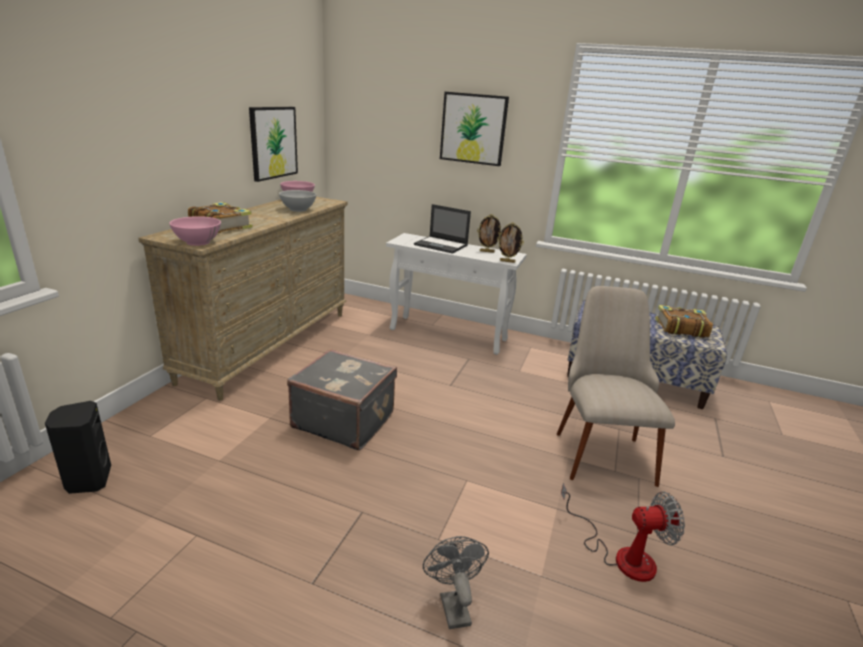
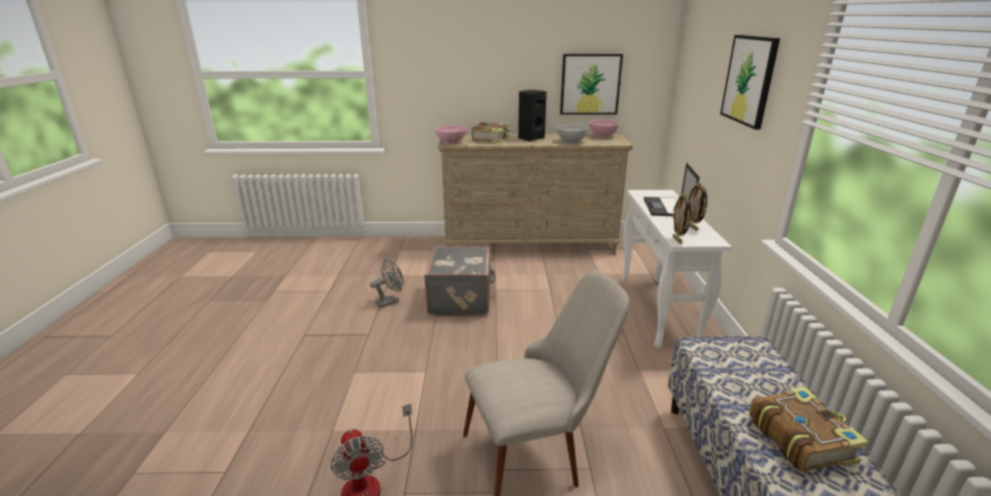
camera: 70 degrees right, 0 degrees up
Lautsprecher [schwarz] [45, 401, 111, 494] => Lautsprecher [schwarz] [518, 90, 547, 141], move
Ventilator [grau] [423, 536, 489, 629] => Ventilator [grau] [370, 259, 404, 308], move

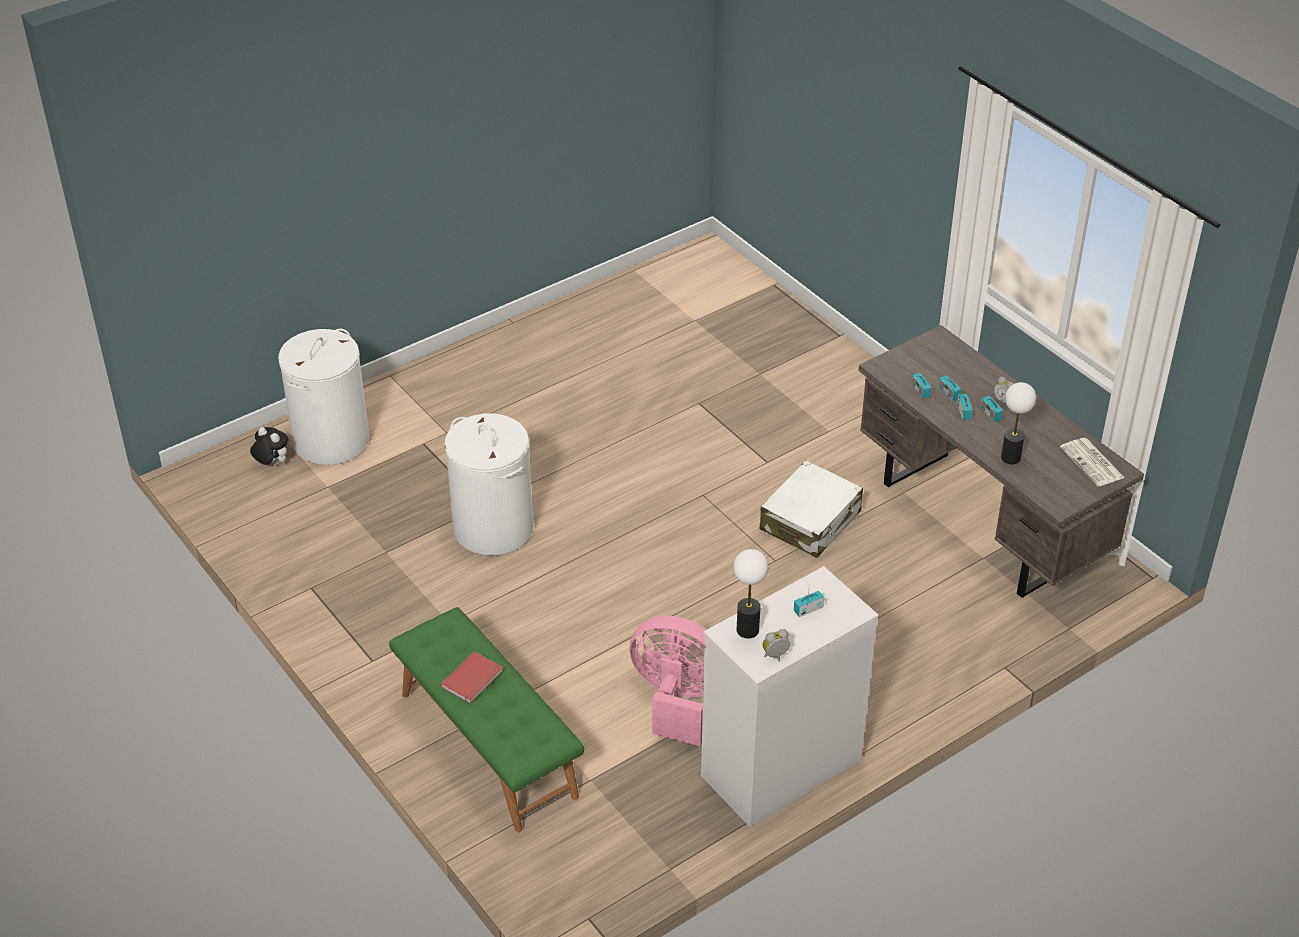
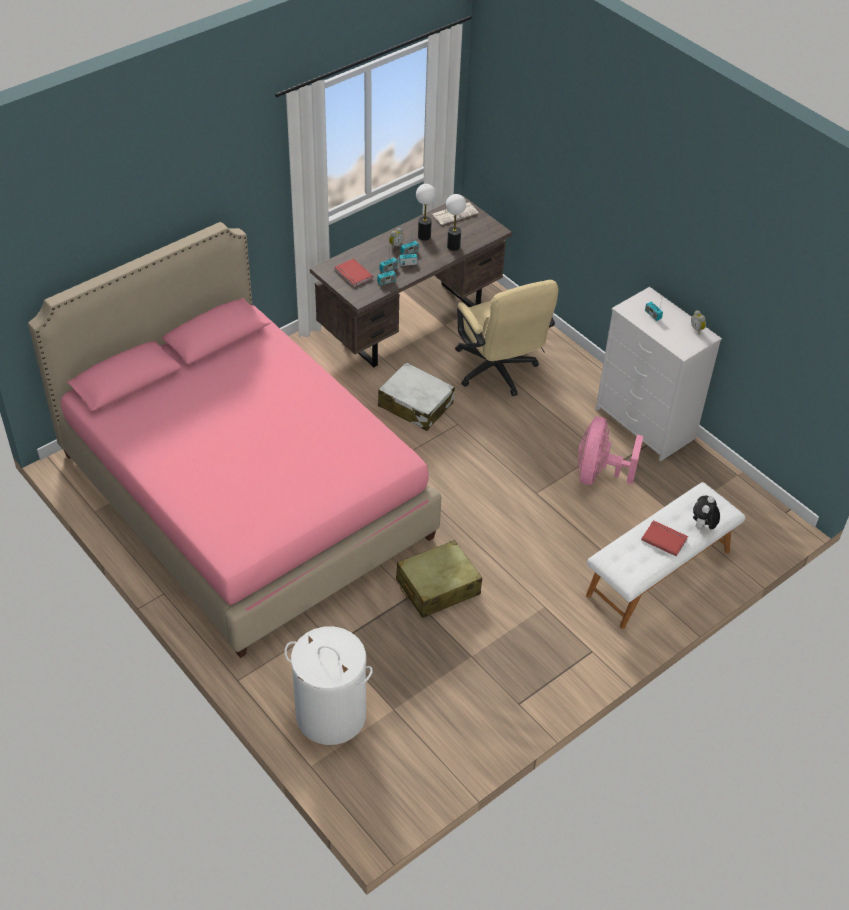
camera: 95 degrees left, 5 degrees up
Plüschtier [250, 427, 288, 466] => Plüschtier [693, 496, 720, 530], move
Bank [grün] [389, 607, 584, 832] => Bank [weiß] [586, 482, 745, 629]
Wäschekorb [weiß] [444, 414, 533, 555] => Koffer [beige] [396, 540, 482, 618]
Tischlampe [733, 549, 769, 639] => Tischlampe [416, 184, 436, 241], move
nothing => Bett [rosa] [28, 222, 441, 658]
nothing => Buch [rot] [334, 258, 373, 287]
nothing => Bürostuhl [beige] [455, 280, 558, 396]

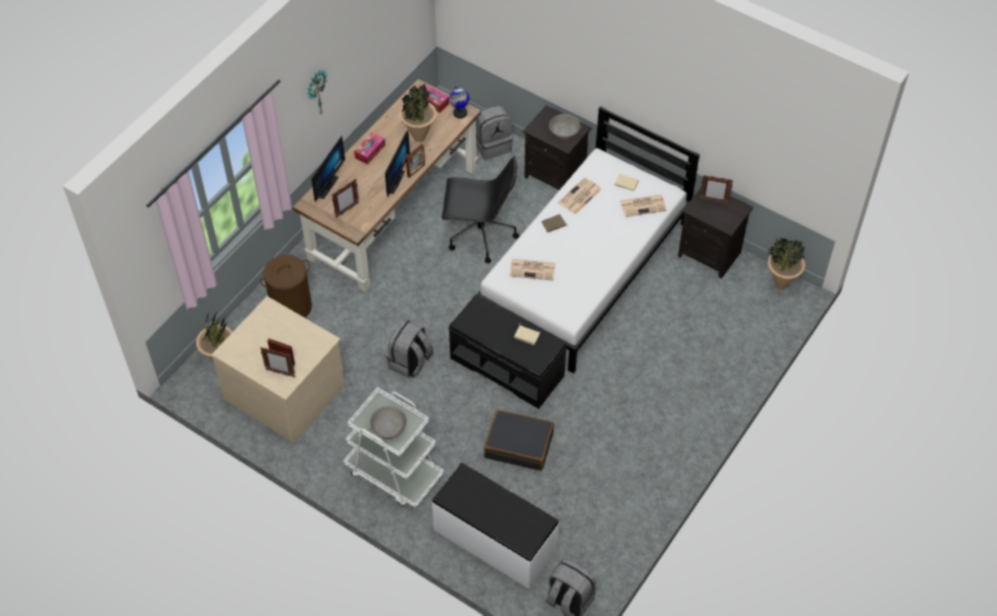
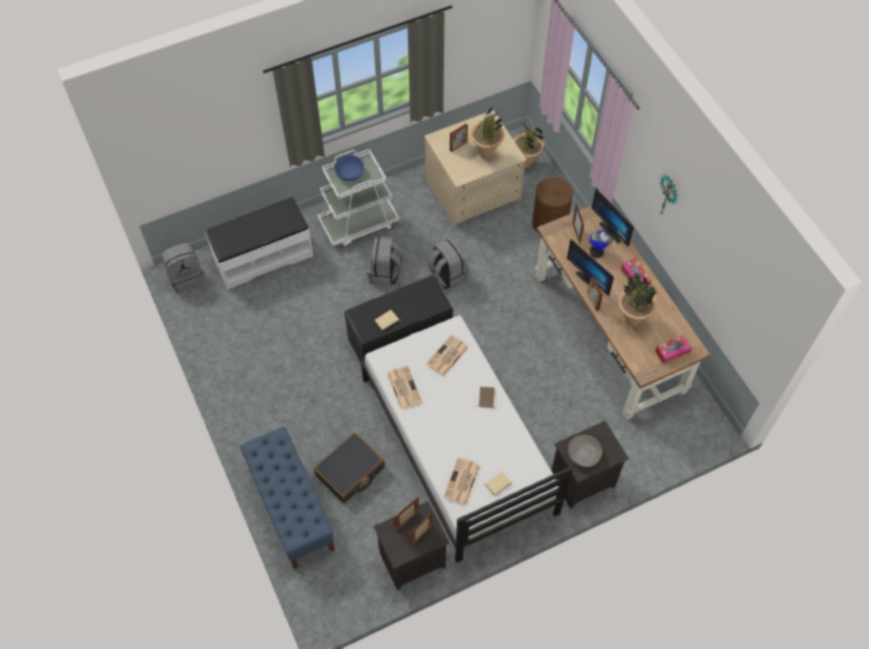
camera: 120 degrees right, 5 degrees up
Bilderrahmen [260, 348, 295, 377] => Bilderrahmen [394, 496, 419, 532], move
Schüssel [grau] [370, 406, 407, 439] => Schüssel [blau] [334, 155, 364, 181]
Bürostuhl [schwarz] [442, 157, 519, 263] => nothing
Globus [450, 86, 469, 118] => Globus [590, 230, 613, 258], move
Rucksack [grau] [476, 106, 513, 160] => Rucksack [grau] [367, 237, 404, 286], move
Koffer [schwarz] [484, 410, 554, 471] => Koffer [schwarz] [314, 432, 385, 503], move
Zeitung [558, 177, 602, 215] => Zeitung [387, 366, 422, 409], move
Topfpflanze [768, 238, 805, 289] => Topfpflanze [470, 106, 505, 159], move
nothing => Bank [blau] [240, 427, 335, 569]

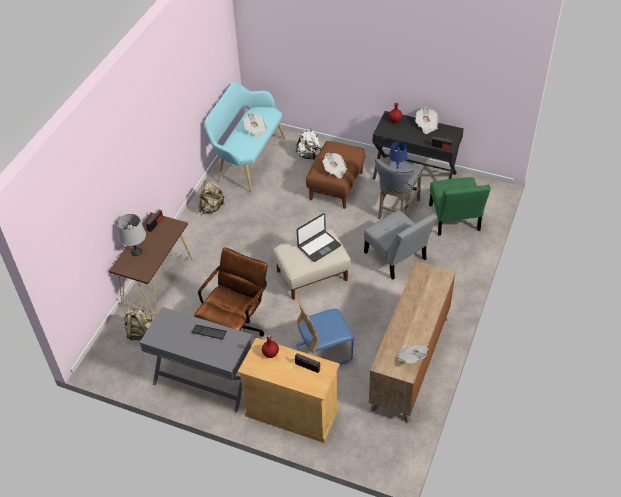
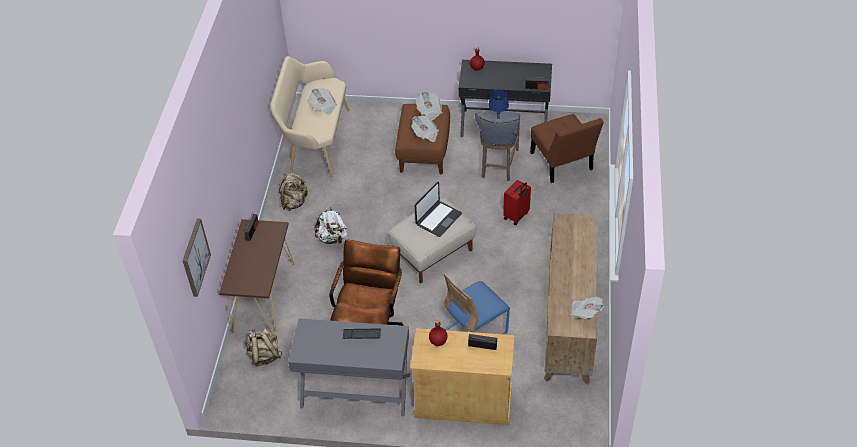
camera: 15 degrees left, 0 degrees up
Tischlampe [grau] [117, 214, 146, 256] => nothing
Bank [türkis] [205, 82, 286, 193] => Bank [beige] [270, 56, 349, 178]
Rucksack [weiß] [296, 128, 322, 160] => Rucksack [weiß] [314, 206, 348, 244], move
Stuhl [grau] [364, 211, 437, 280] => Koffer [rot] [503, 180, 531, 225]
Zeitung [415, 107, 438, 134] => Zeitung [416, 91, 442, 120], move
Stuhl [grün] [429, 177, 491, 236] => Stuhl [braun] [530, 114, 604, 183]
nothing => Bild [183, 219, 211, 297]

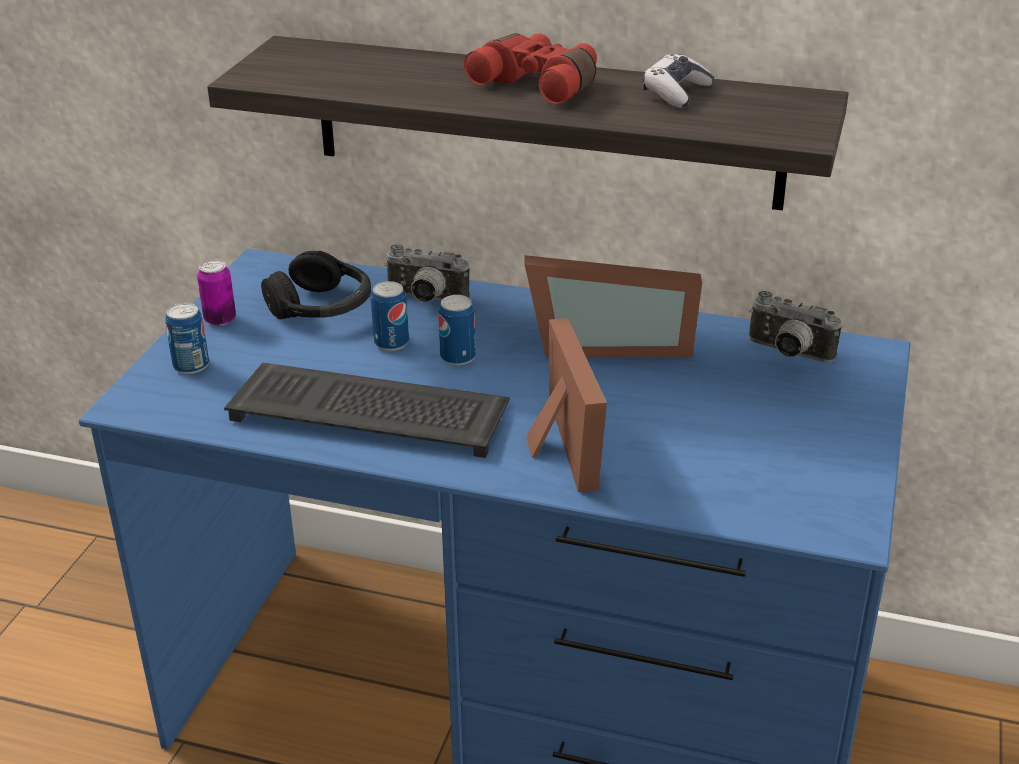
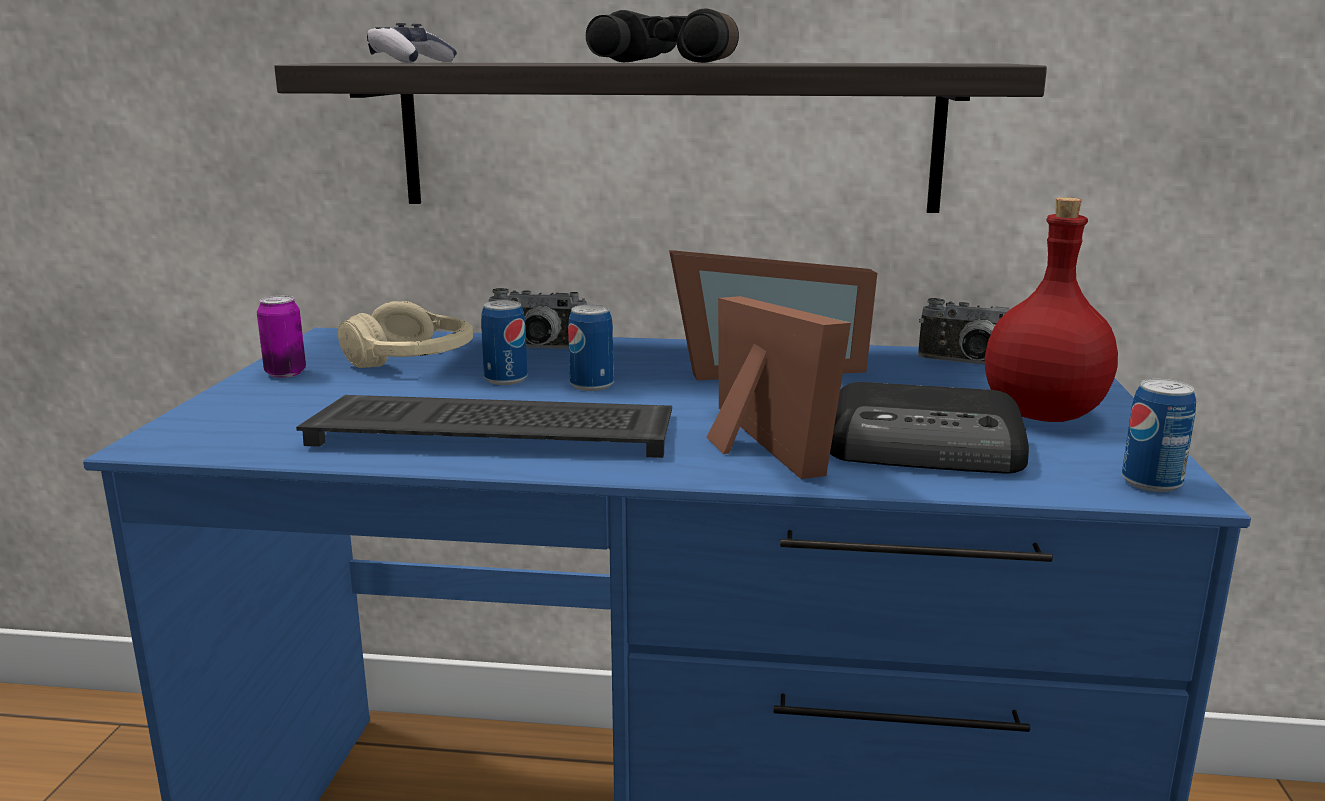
camera: 10 degrees left, 15 degrees down
Dose [165, 303, 209, 374] => Dose [1122, 379, 1196, 492], move
Kopfhörer [schwarz] [261, 251, 371, 320] => Kopfhörer [beige] [338, 301, 473, 368]
Fernglas [rot] [464, 33, 597, 104] => Fernglas [schwarz] [586, 8, 739, 63]
Gamepad [643, 54, 715, 108] => Gamepad [367, 23, 457, 63], move
nothing => Radio [830, 382, 1029, 473]
nothing => Flasche [rot] [985, 197, 1118, 422]

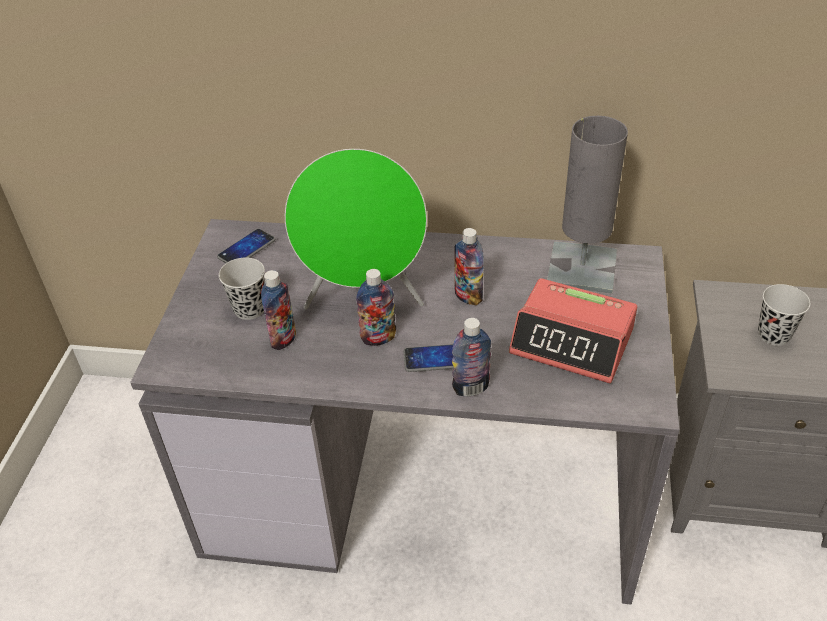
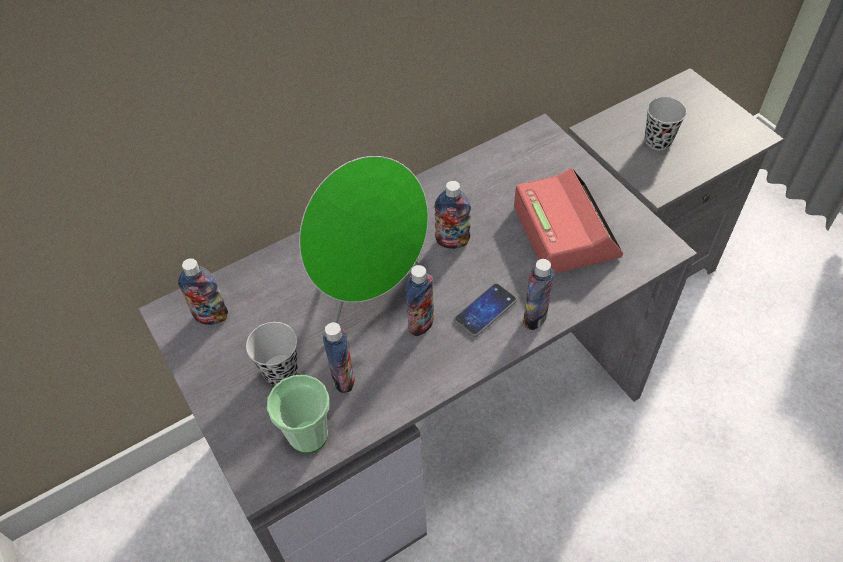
camera: 40 degrees left, 10 degrees up
Handy [217, 229, 275, 263] => Flasche [178, 258, 228, 325]
Wecker [509, 278, 637, 384] => Wecker [514, 167, 623, 274], 90 degrees counterclockwise
Tischlampe [grau] [547, 116, 628, 294] => nothing
nothing => Tasse [267, 375, 329, 453]

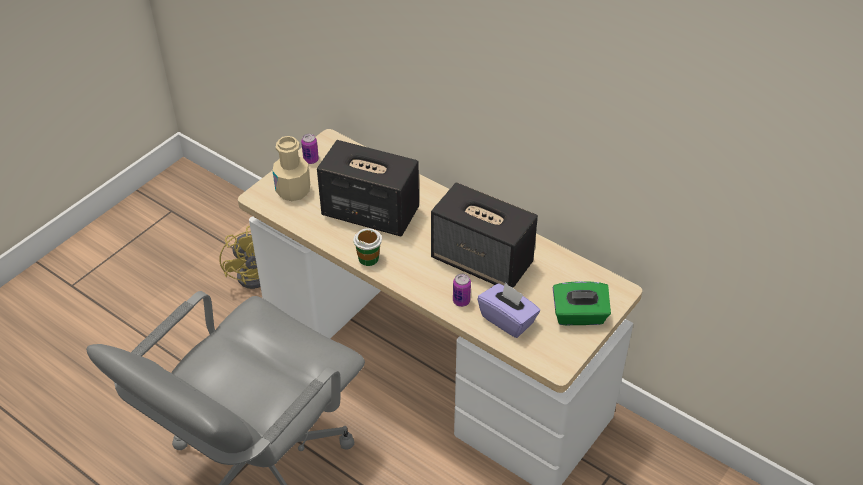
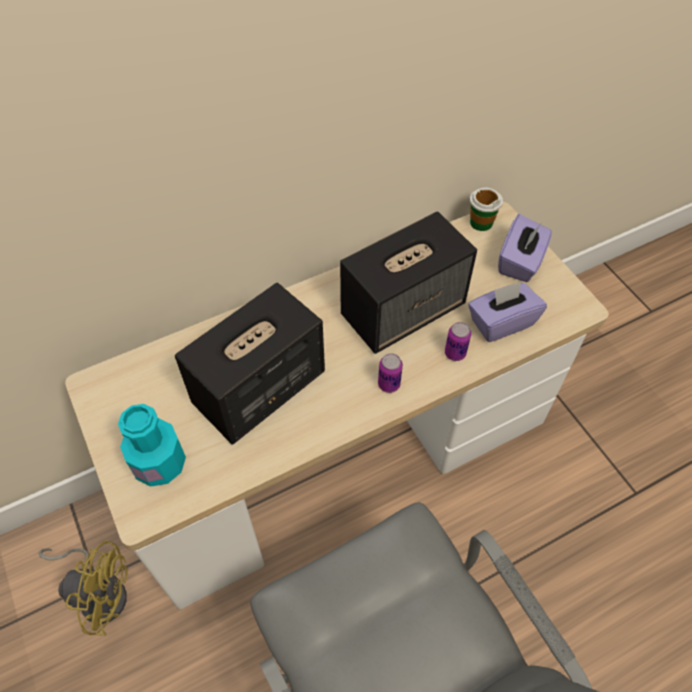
camera: 65 degrees left, 10 degrees up
Flasche [beige] [272, 136, 310, 201] => Flasche [türkis] [118, 404, 186, 486]
Dose [301, 134, 319, 164] => Dose [378, 353, 403, 393], move
Tasse [353, 228, 382, 266] => Tasse [470, 187, 503, 231], move
Taschentuchbox [grün] [553, 281, 611, 325] => Taschentuchbox [lila] [498, 214, 552, 282]

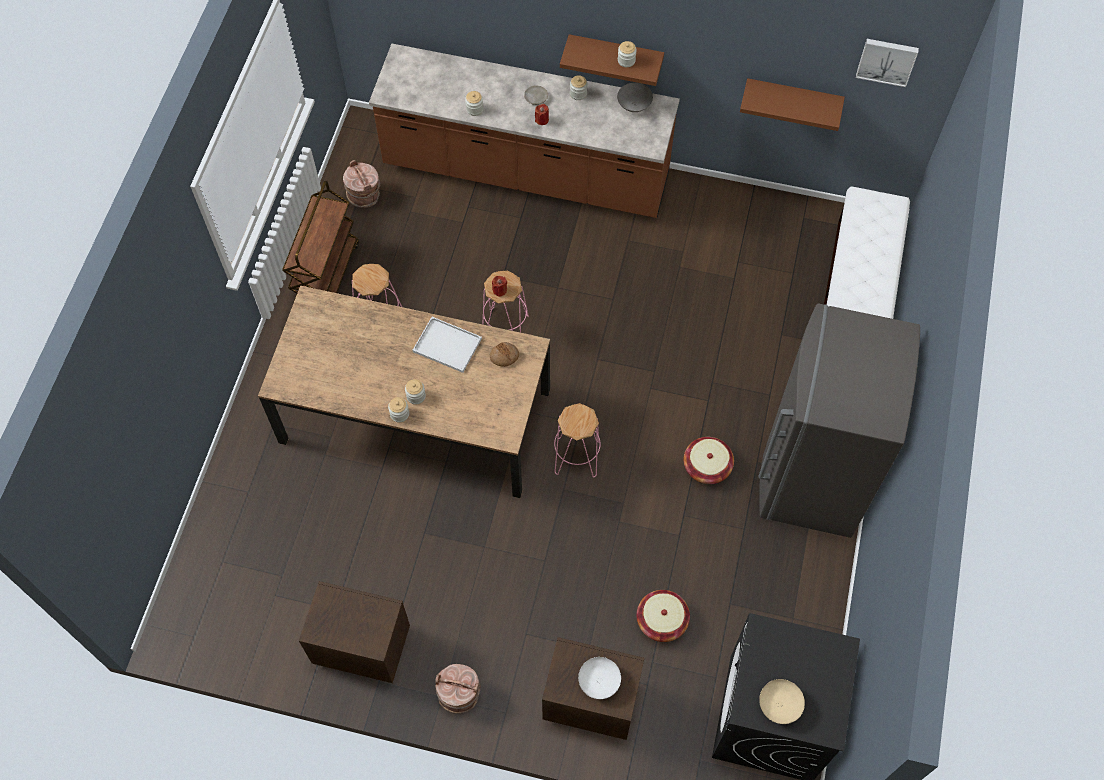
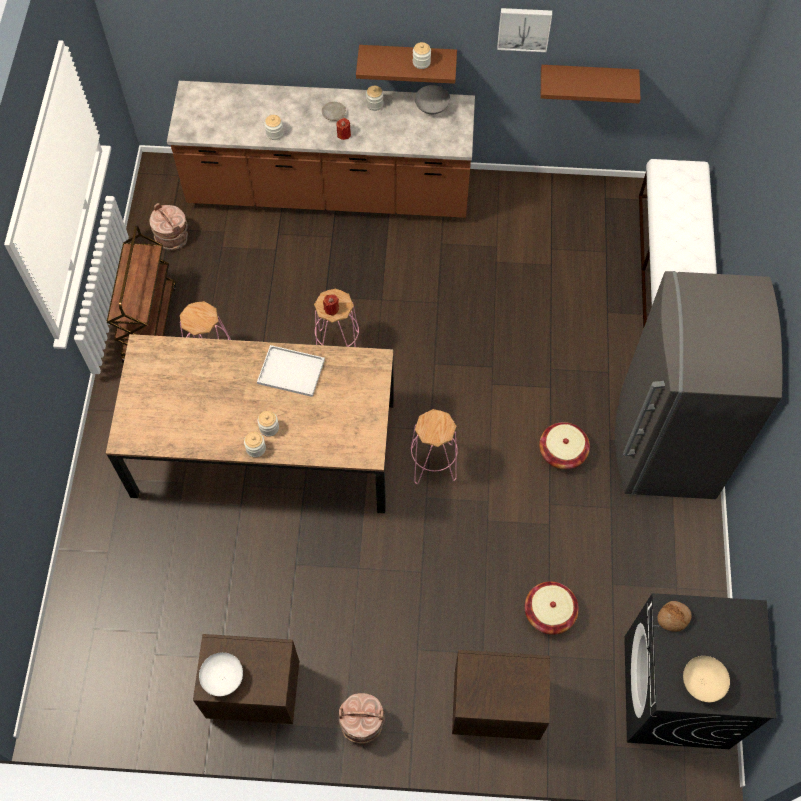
camera: 10 degrees left, 0 degrees up
Brot [490, 342, 519, 367] => Brot [657, 601, 692, 632], move
Schüssel [weiß] [578, 657, 621, 699] => Schüssel [weiß] [199, 652, 243, 696], move
Bild [856, 39, 919, 87] => Bild [497, 8, 552, 52], move

